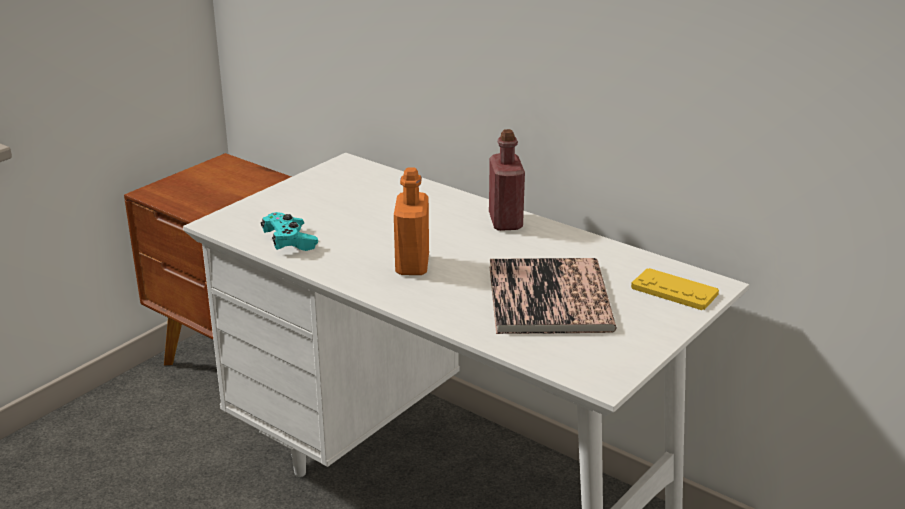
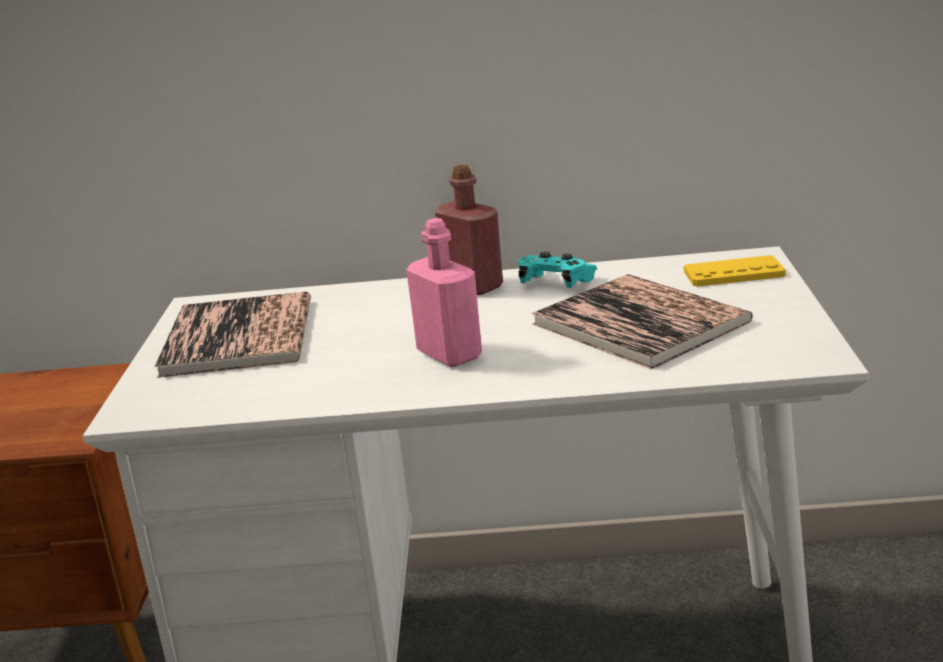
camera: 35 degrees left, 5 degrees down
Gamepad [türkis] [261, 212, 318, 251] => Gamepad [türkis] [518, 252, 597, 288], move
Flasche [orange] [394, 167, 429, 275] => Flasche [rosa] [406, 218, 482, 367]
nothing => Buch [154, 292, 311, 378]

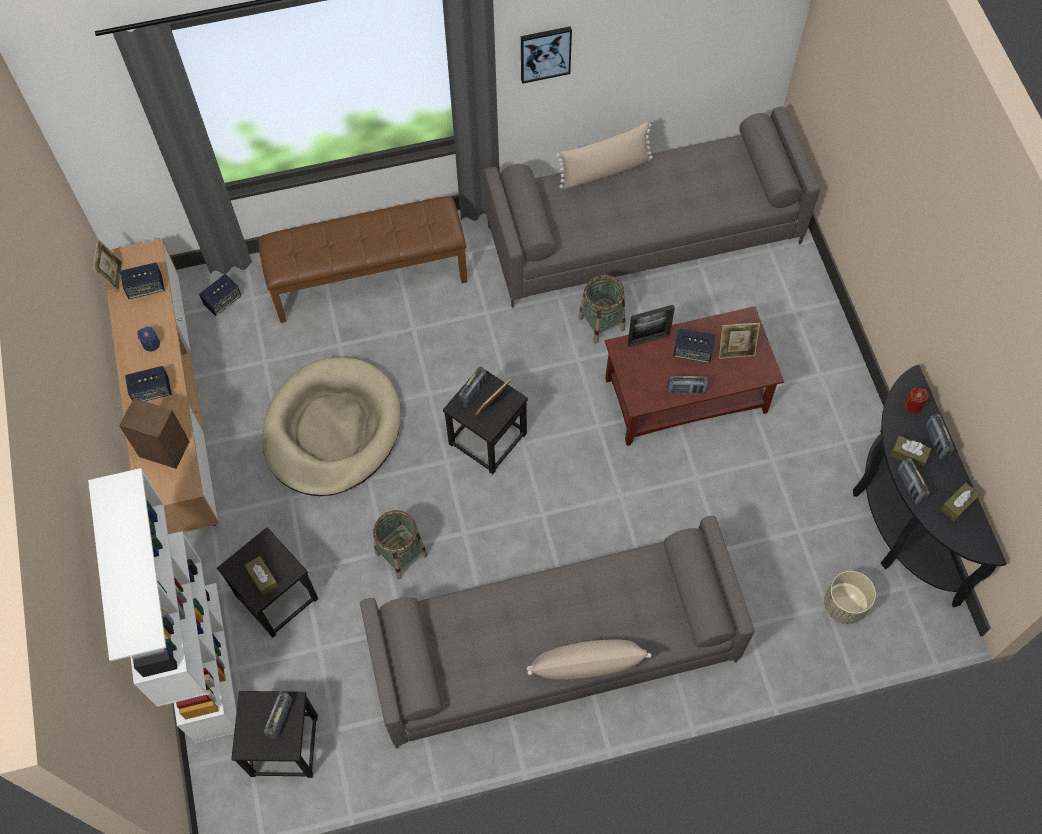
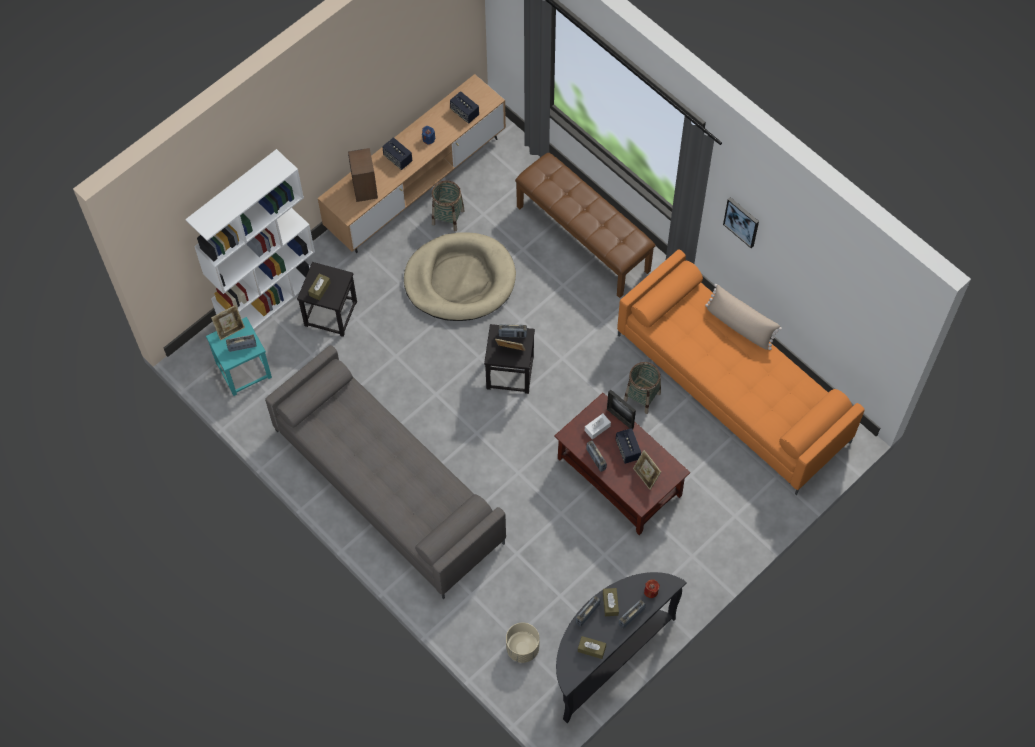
camera: 60 degrees right, 0 degrees up
Bilderrahmen [93, 239, 123, 292] => Bilderrahmen [211, 305, 245, 340], move
Lautsprecher [199, 274, 241, 316] => nothing
Hocker [schwarz] [231, 691, 318, 778] => Hocker [türkis] [206, 317, 272, 396]
Korb [373, 510, 428, 579] => Korb [432, 180, 465, 231], move
Sofa [grau] [484, 106, 820, 308] => Sofa [orange] [617, 250, 865, 495]
Kissen [beige] [527, 639, 652, 680] => nothing
nothing => Taschentuchbox [weiß] [585, 414, 611, 440]

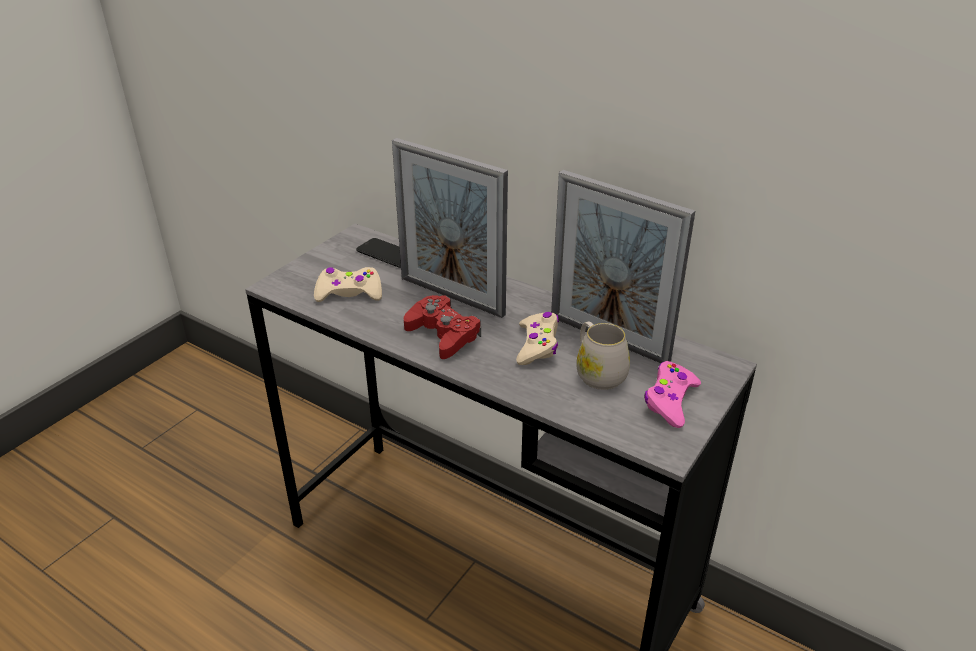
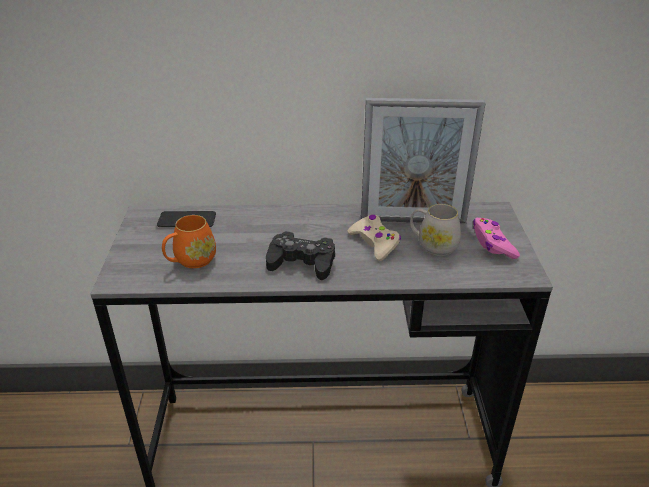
camera: 35 degrees left, 0 degrees up
Gamepad [beige] [314, 267, 382, 302] => Henkelbecher [orange] [162, 215, 216, 268]
Bilderrahmen [392, 138, 508, 318] => nothing
Gamepad [rot] [404, 295, 481, 359] => Gamepad [schwarz] [266, 231, 335, 280]

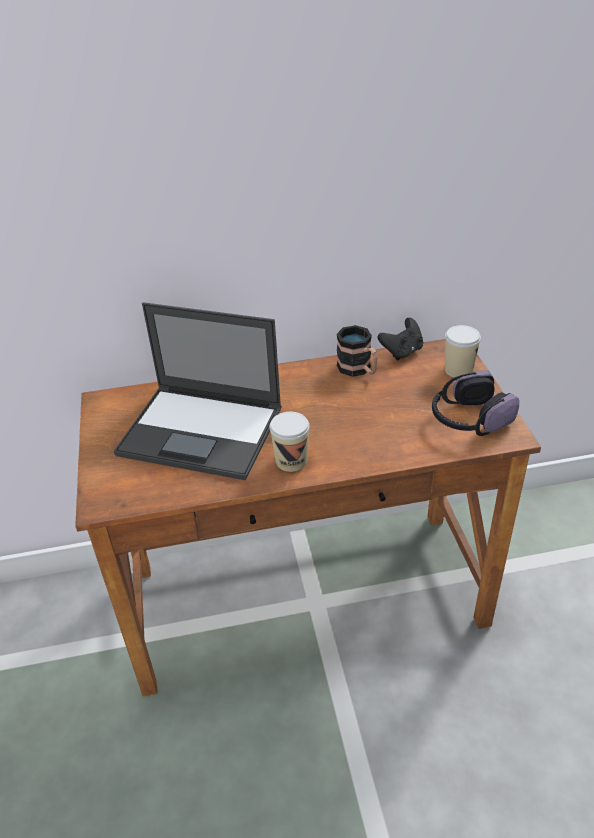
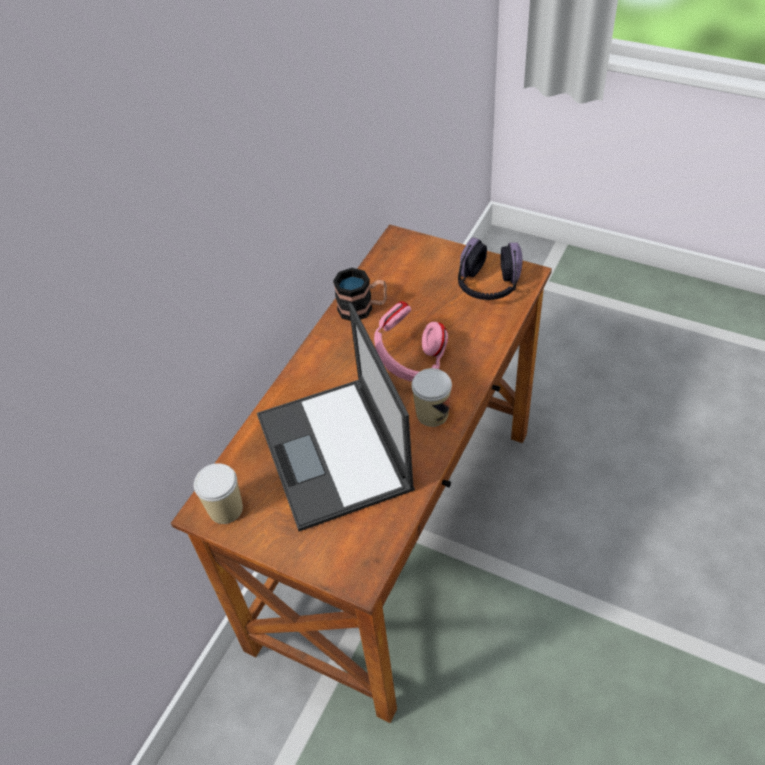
camera: 50 degrees left, 10 degrees up
Laptop [114, 302, 282, 480] => Laptop [257, 303, 415, 531], 105 degrees clockwise
Gamepad [schwarz] [378, 318, 423, 361] => nothing
Tasse [445, 325, 481, 377] => Tasse [194, 463, 243, 524], move
nothing => Kopfhörer [rosa] [374, 301, 448, 381]

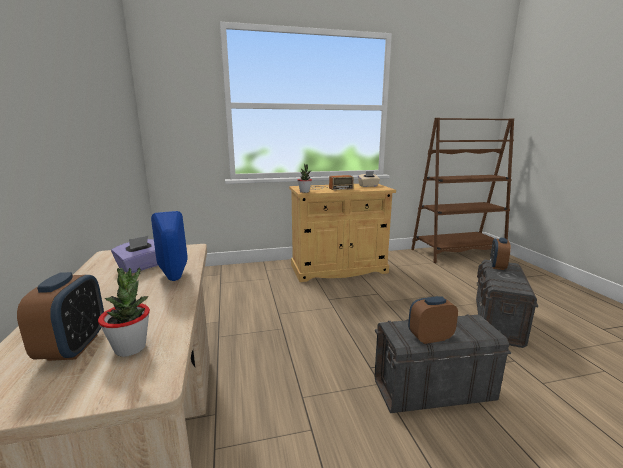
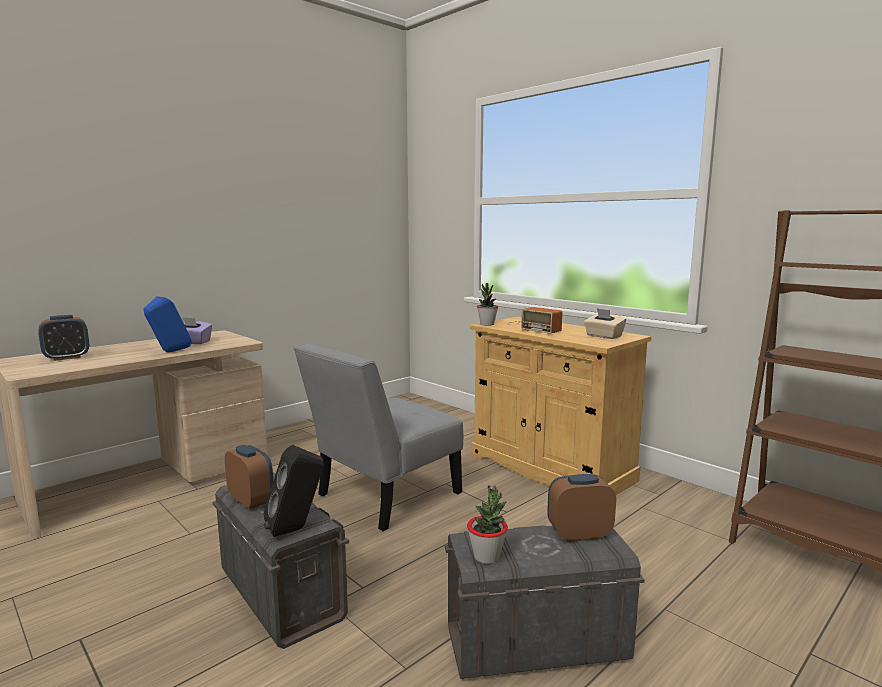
camera: 60 degrees right, 5 degrees down
Topfpflanze [98, 267, 150, 357] => Topfpflanze [467, 485, 508, 564], move
nothing => Lautsprecher [schwarz] [263, 445, 324, 537]
nothing => Stuhl [grau] [294, 343, 463, 531]

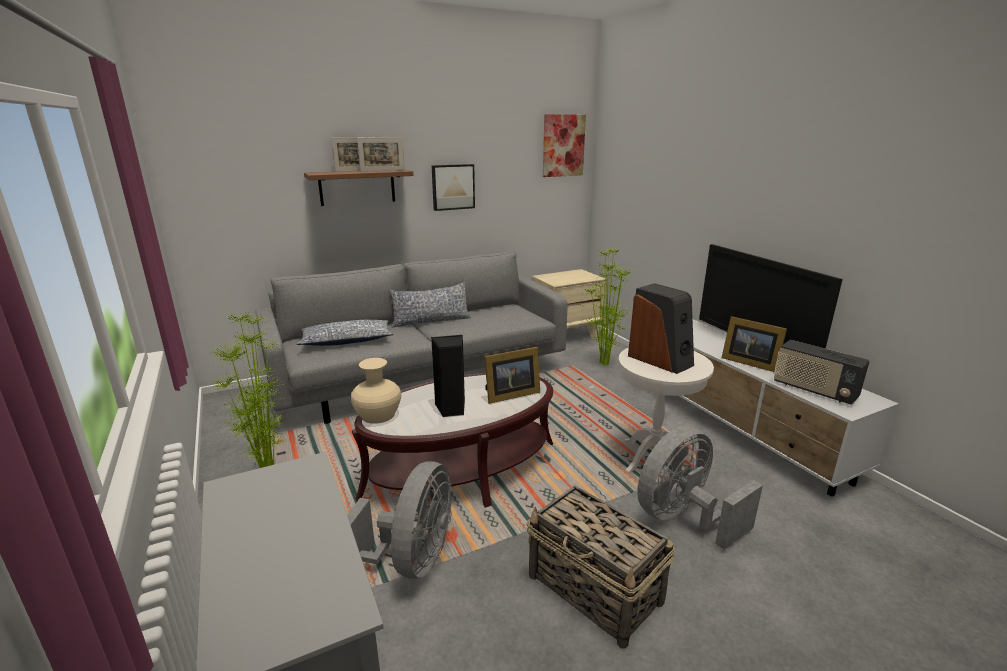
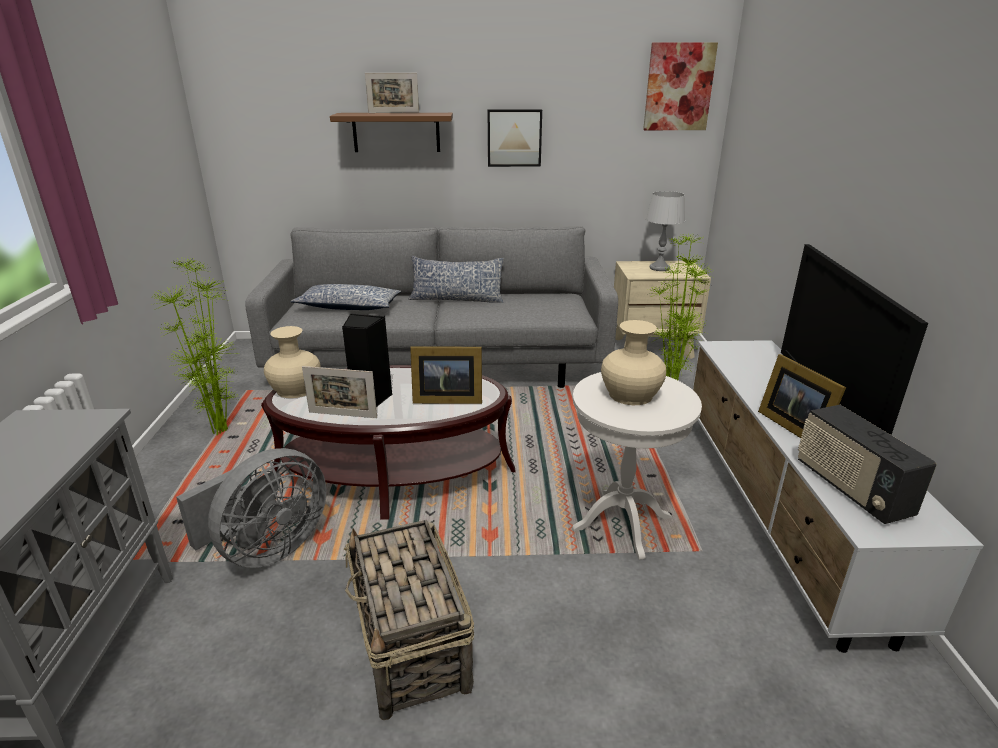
camera: 25 degrees right, 5 degrees up
Bilderrahmen [357, 137, 405, 172] => Bilderrahmen [302, 366, 377, 418], move
Lautsprecher [628, 283, 694, 374] => Vase [beige] [601, 320, 666, 405]
Ventilator [grau] [637, 426, 763, 550] => nothing
nothing => Tischlampe [grau] [646, 191, 685, 271]

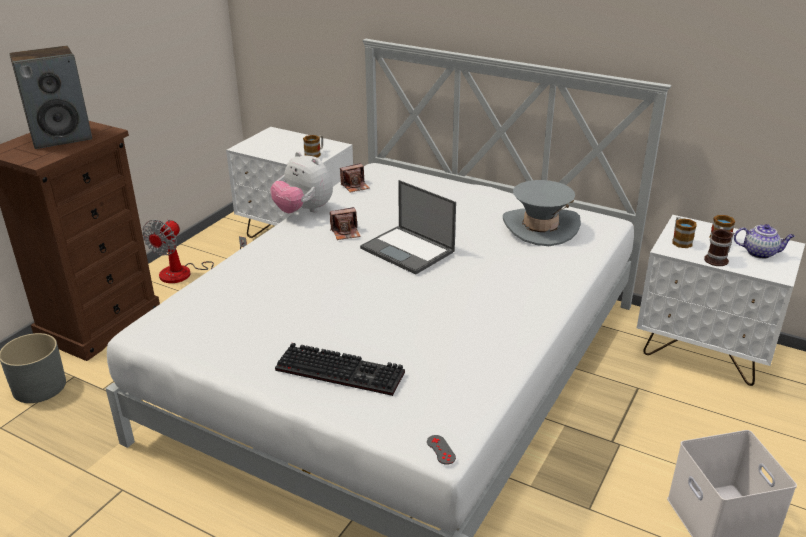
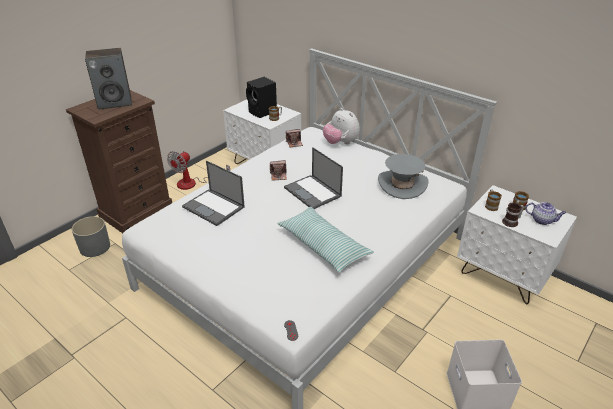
camera: 10 degrees right, 5 degrees up
Plüschtier [270, 152, 333, 213] => Plüschtier [323, 108, 360, 144], move
Tastatur [275, 343, 405, 396] => nothing
nothing => Laptop [182, 161, 245, 226]
nothing => Lautsprecher [schwarz] [246, 77, 277, 118]
nothing => Kissen [277, 207, 374, 273]

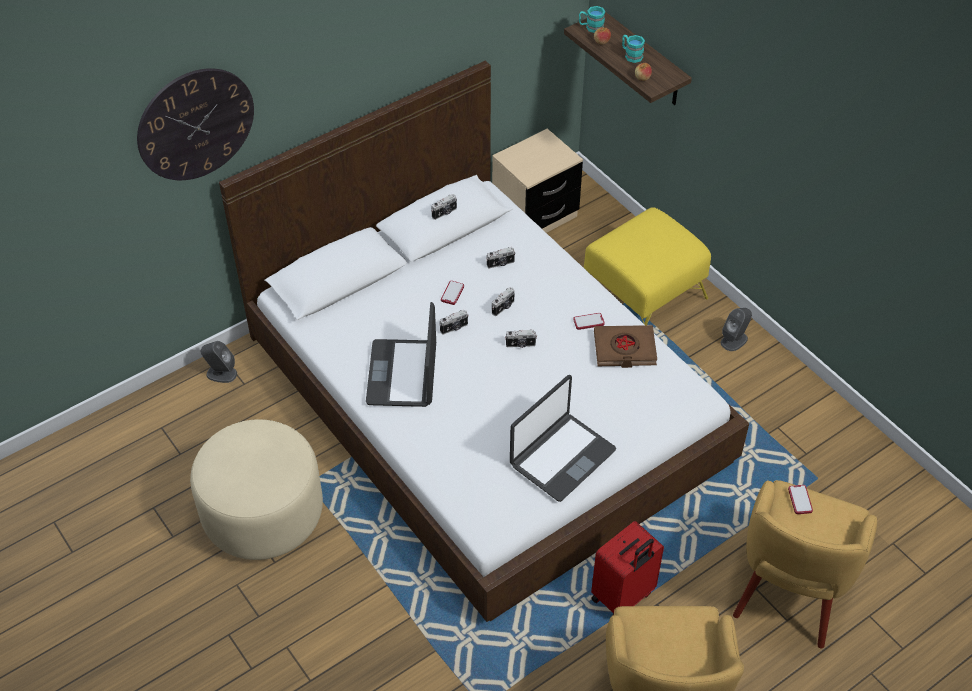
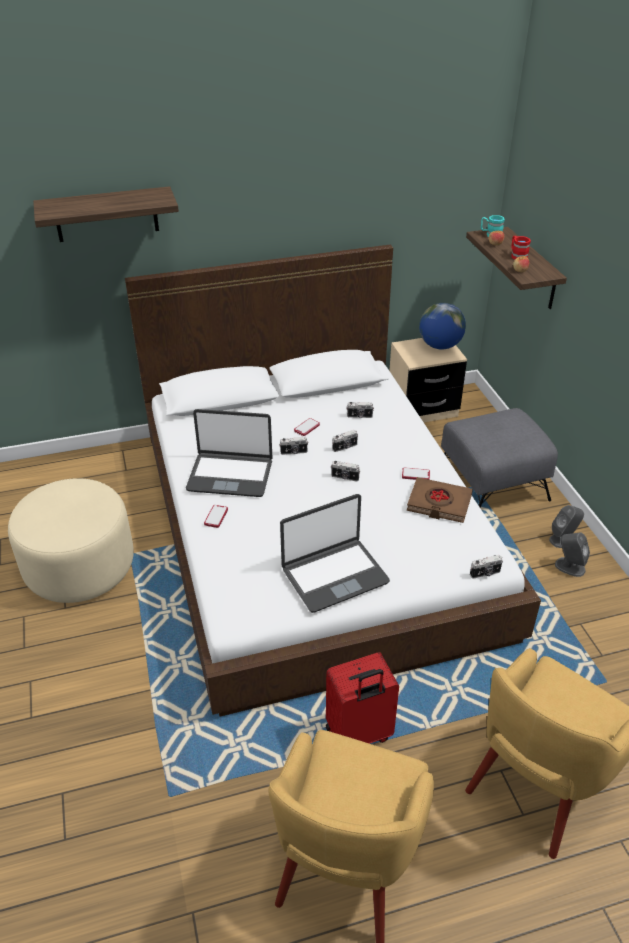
camera: 20 degrees right, 10 degrees down
Wanduhr [137, 68, 254, 180] => Wandregal [33, 186, 179, 242]
Lautsprecher [grau] [200, 341, 237, 383] => Lautsprecher [grau] [555, 532, 590, 577], move
Laptop [366, 302, 436, 407] => Laptop [186, 409, 272, 497], 105 degrees counterclockwise
Kamera [431, 194, 457, 220] => Kamera [470, 555, 503, 579], move
Polsterhocker [gelb] [584, 207, 711, 325] => Polsterhocker [grau] [441, 408, 558, 508]
Henkelbecher [türkis] [622, 35, 645, 63] => Henkelbecher [rot] [511, 236, 531, 259]
Handy [788, 485, 813, 514] => Handy [204, 505, 228, 528], move
nothing => Globus [419, 303, 466, 349]

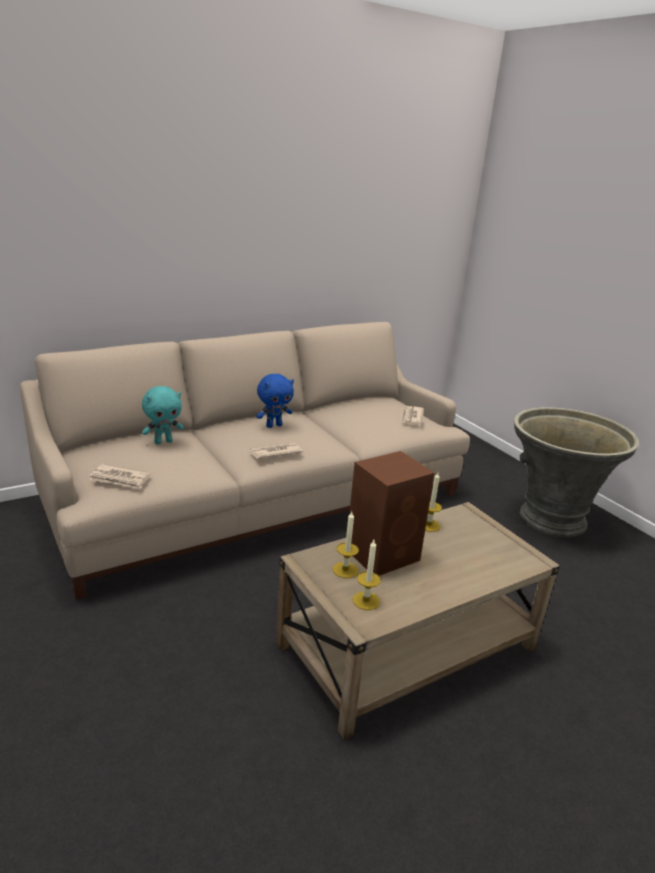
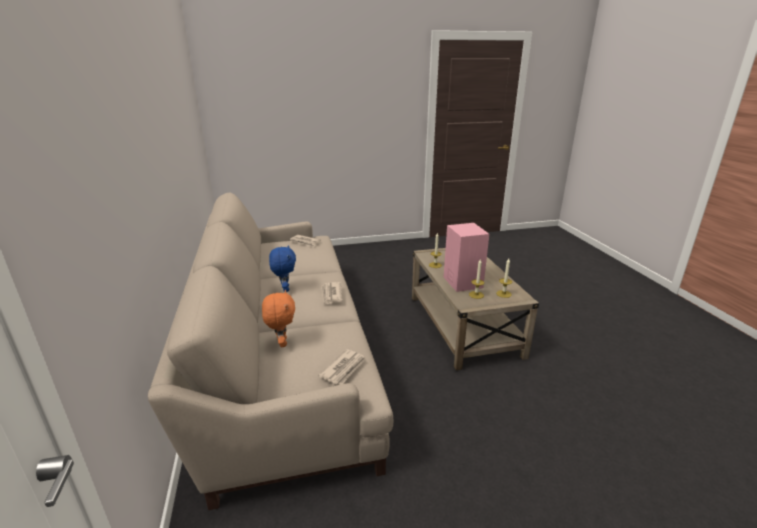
camera: 70 degrees left, 0 degrees up
Plüschtier [türkis] [142, 386, 184, 445] => Plüschtier [orange] [262, 290, 295, 347]
Lautsprecher [braun] [349, 451, 435, 576] => Lautsprecher [rosa] [444, 223, 489, 292]
Pflanzkübel [grau] [514, 407, 640, 537] => nothing

